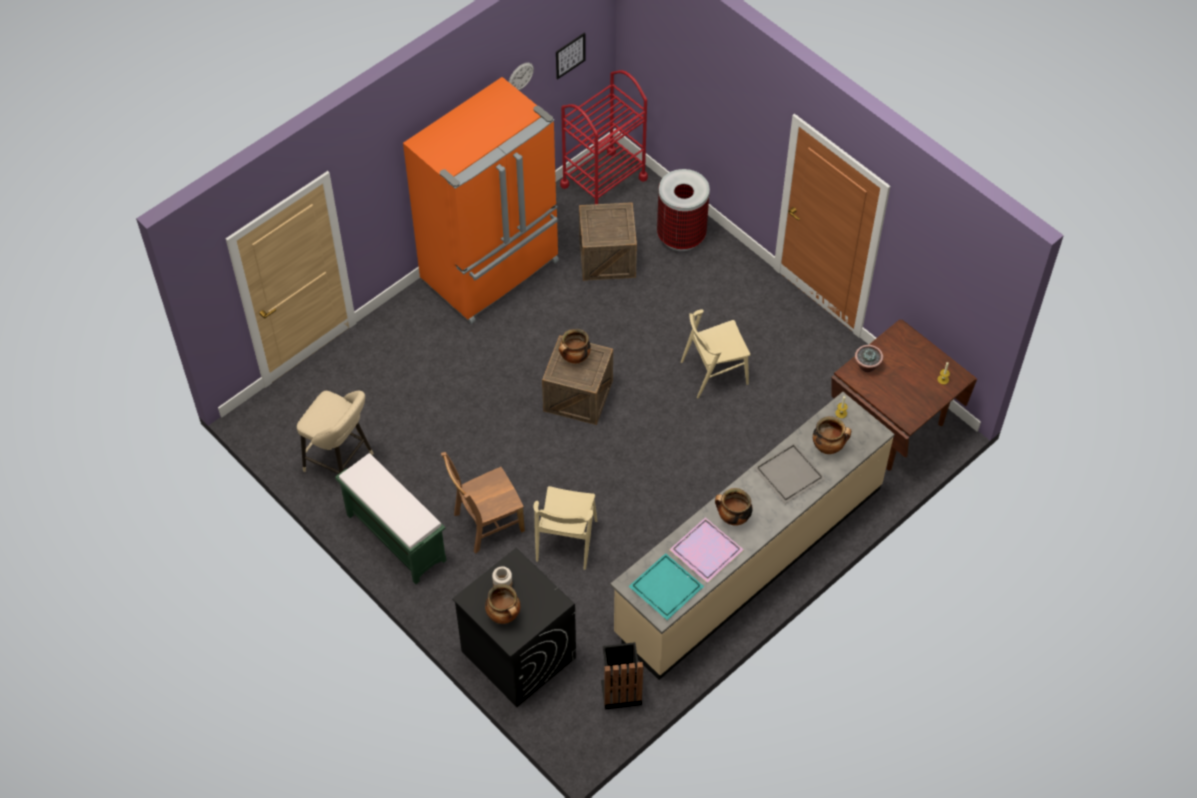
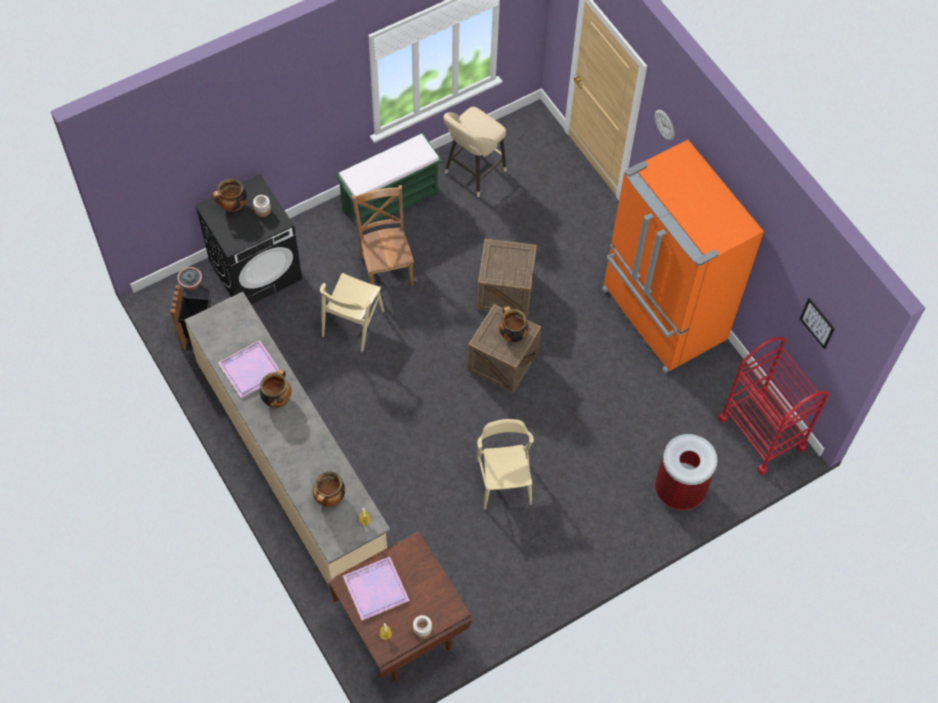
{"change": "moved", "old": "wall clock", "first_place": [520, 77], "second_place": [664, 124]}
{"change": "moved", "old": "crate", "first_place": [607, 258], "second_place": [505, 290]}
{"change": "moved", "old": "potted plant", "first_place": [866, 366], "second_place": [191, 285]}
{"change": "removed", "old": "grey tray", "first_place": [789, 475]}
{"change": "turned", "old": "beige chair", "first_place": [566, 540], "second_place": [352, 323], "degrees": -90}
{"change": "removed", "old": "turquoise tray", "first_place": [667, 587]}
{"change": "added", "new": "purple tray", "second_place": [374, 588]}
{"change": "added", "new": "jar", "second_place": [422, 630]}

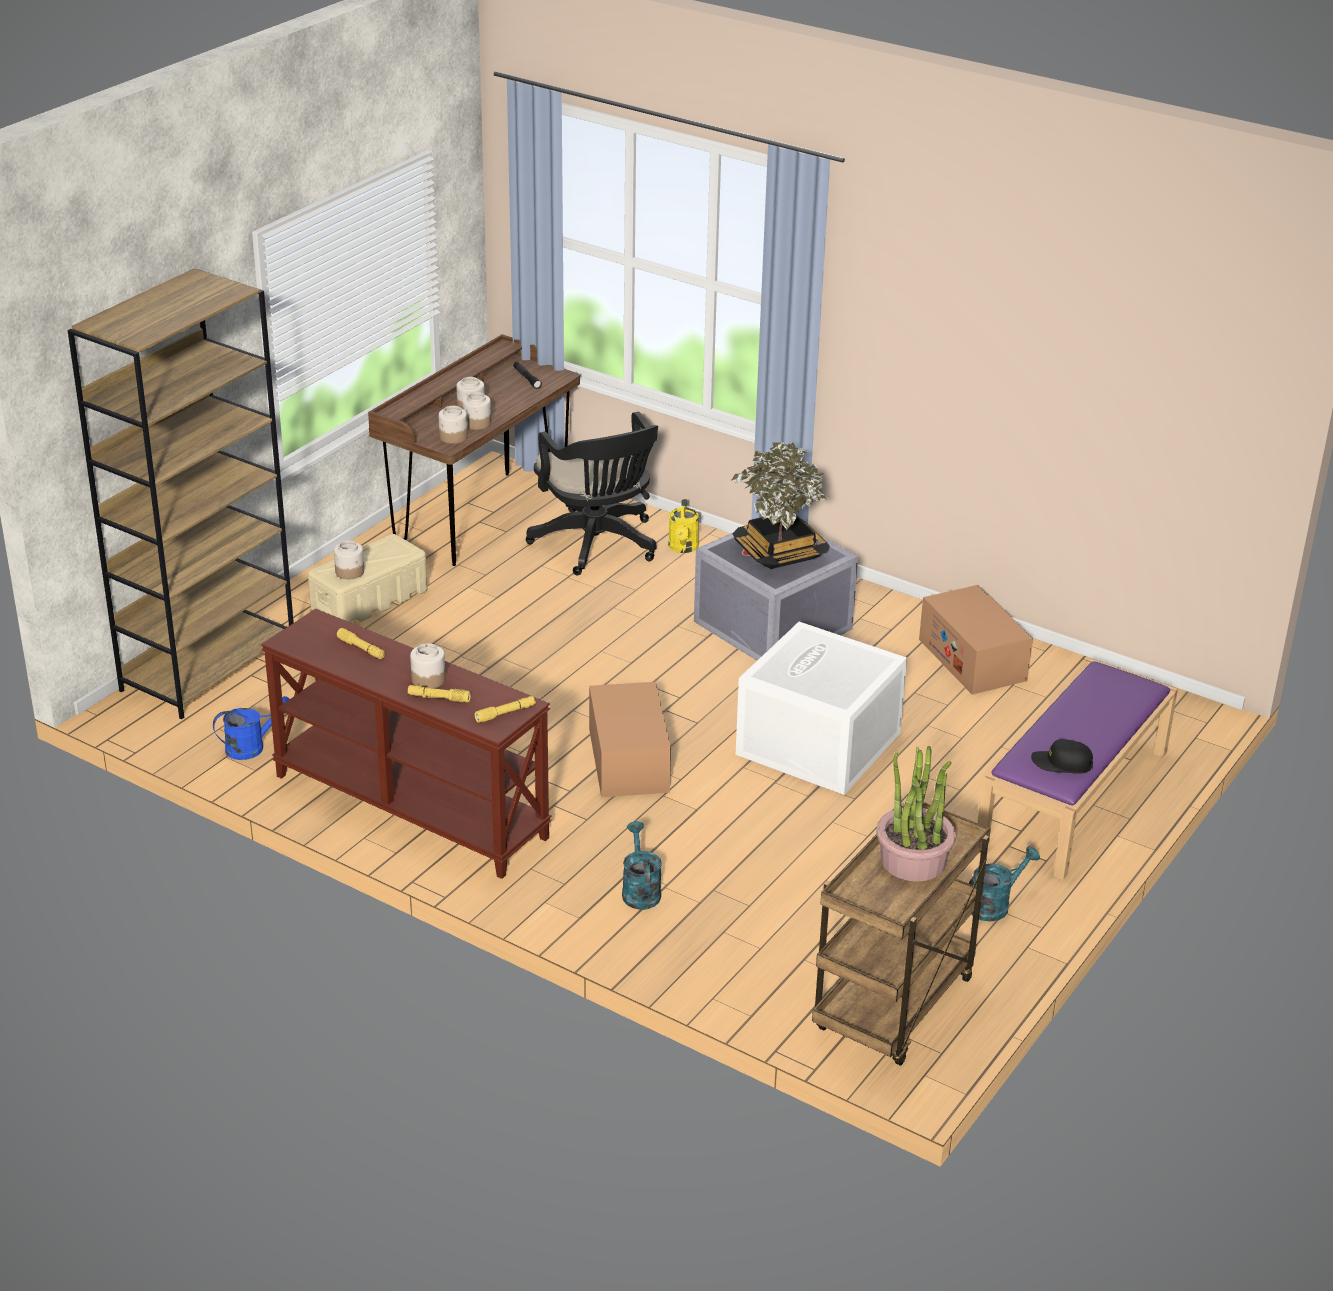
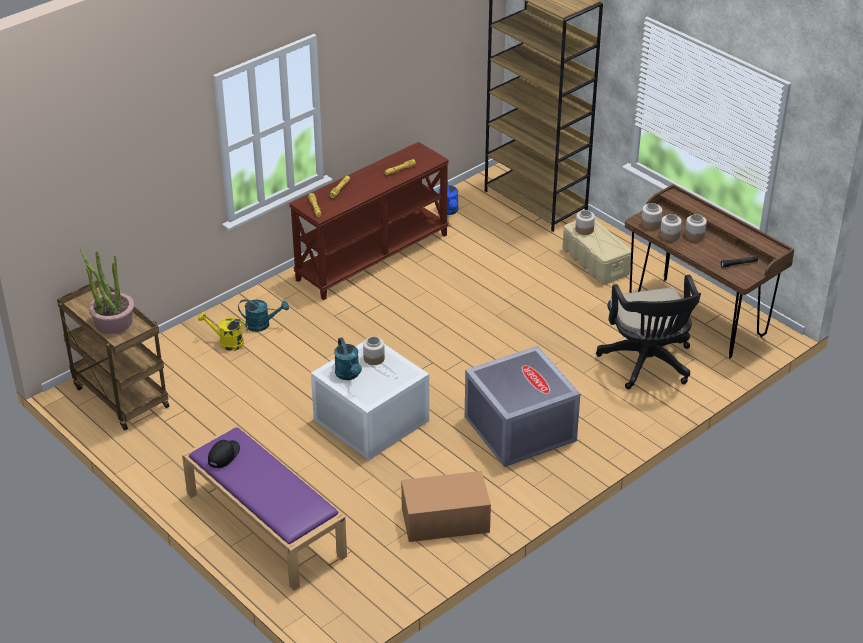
{"change": "turned", "old": "black office chair", "first_place": [598, 546], "second_place": [648, 364], "degrees": -90}
{"change": "removed", "old": "potted plant", "first_place": [779, 553]}
{"change": "moved", "old": "yellow watering can", "first_place": [683, 548], "second_place": [227, 342]}
{"change": "moved", "old": "jar", "first_place": [428, 679], "second_place": [374, 358]}
{"change": "removed", "old": "cardboard box", "first_place": [628, 760]}
{"change": "moved", "old": "turquoise watering can", "first_place": [994, 905], "second_place": [349, 375]}

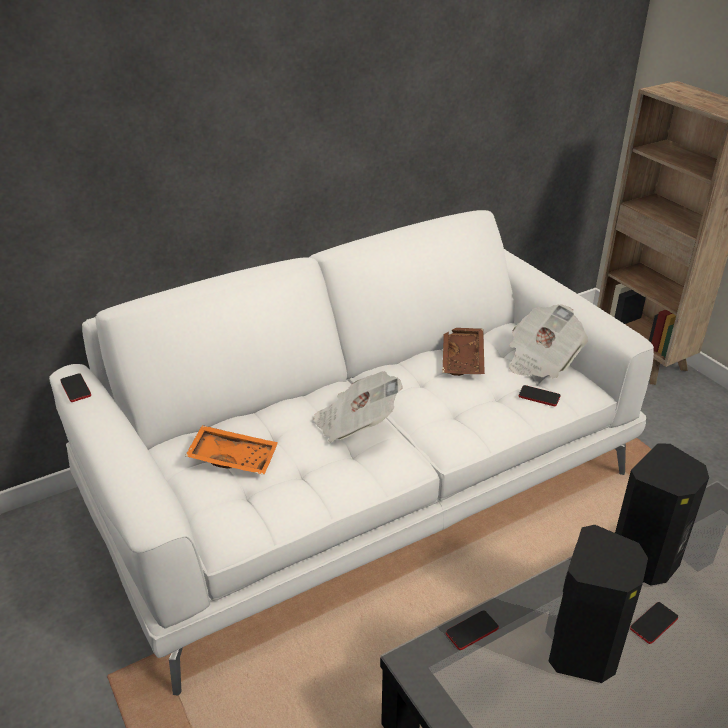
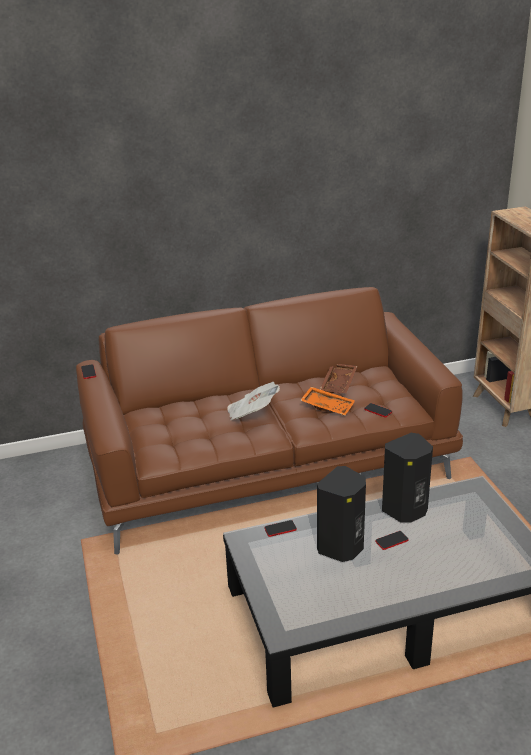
{"change": "recoloured", "old": "white sofa", "new": "brown sofa", "first_place": [364, 482], "second_place": [268, 462]}
{"change": "removed", "old": "newspaper", "first_place": [541, 359]}
{"change": "moved", "old": "orange tray", "first_place": [234, 457], "second_place": [328, 406]}

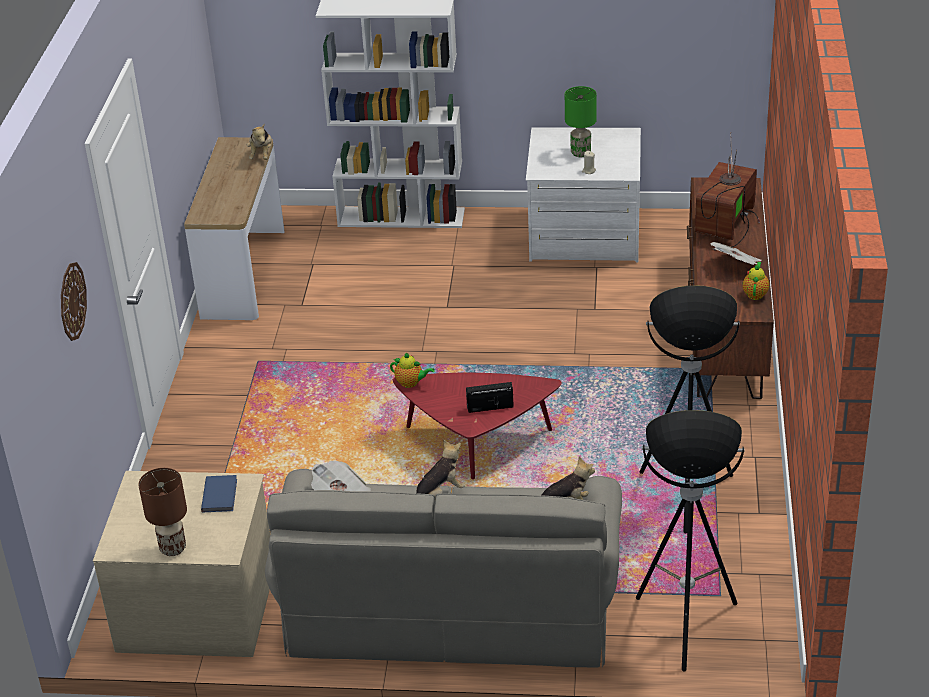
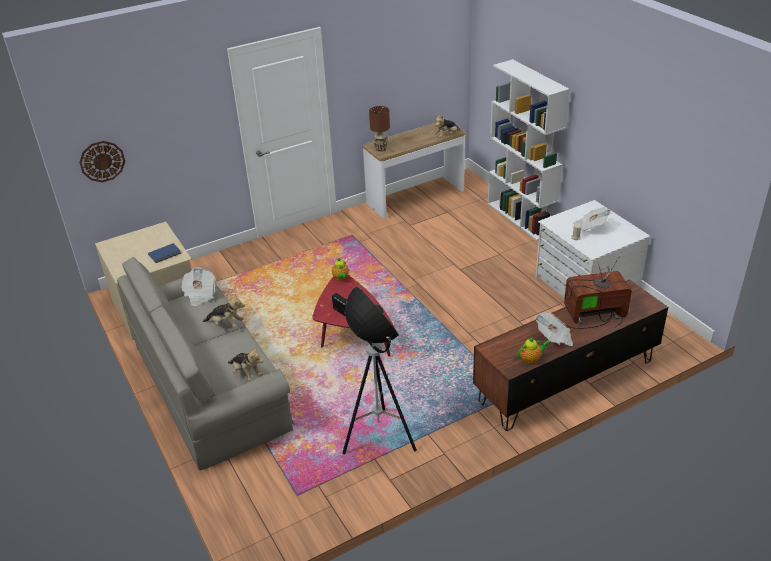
{"change": "replaced", "old": "green table lamp", "new": "newspaper", "first_place": [580, 153], "second_place": [590, 227]}
{"change": "moved", "old": "wall clock", "first_place": [72, 301], "second_place": [102, 161]}
{"change": "removed", "old": "floor lamp", "first_place": [685, 626]}
{"change": "moved", "old": "brown table lamp", "first_place": [172, 549], "second_place": [380, 149]}

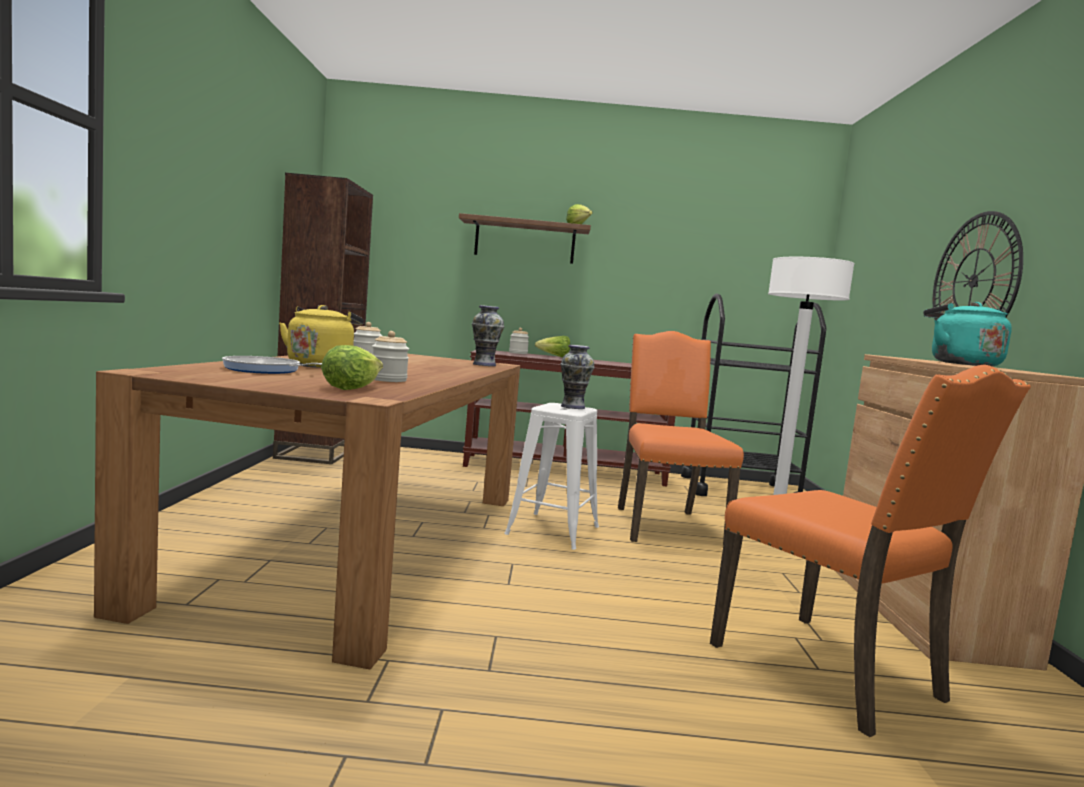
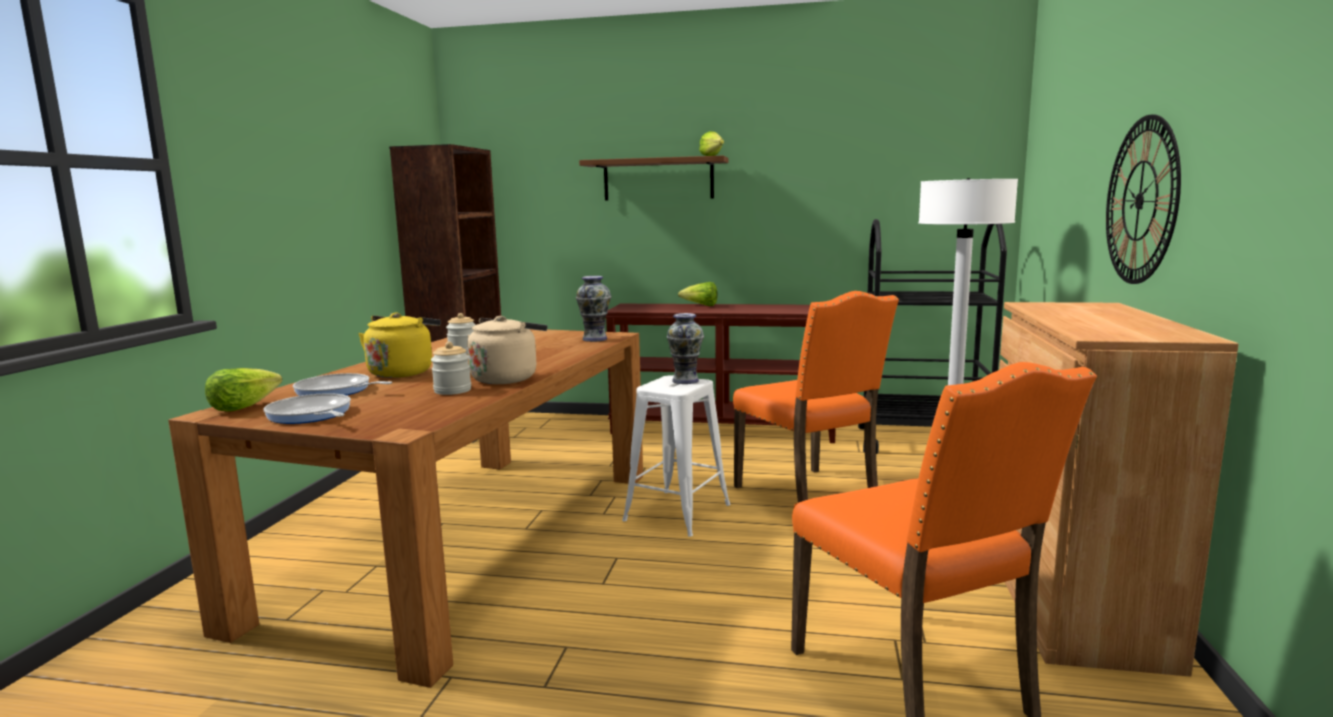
{"change": "removed", "old": "turquoise kettle", "first_place": [960, 364]}
{"change": "removed", "old": "jar", "first_place": [518, 353]}
{"change": "turned", "old": "orange chair", "first_place": [665, 525], "second_place": [809, 497], "degrees": 150}
{"change": "moved", "old": "lettuce", "first_place": [351, 388], "second_place": [243, 406]}
{"change": "added", "new": "beige kettle", "second_place": [507, 378]}
{"change": "added", "new": "frying pan", "second_place": [310, 415]}

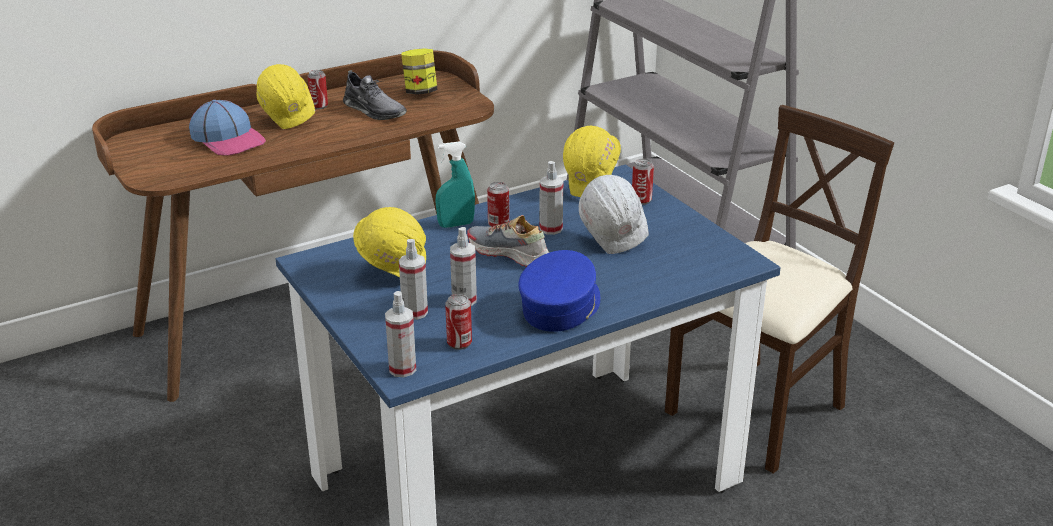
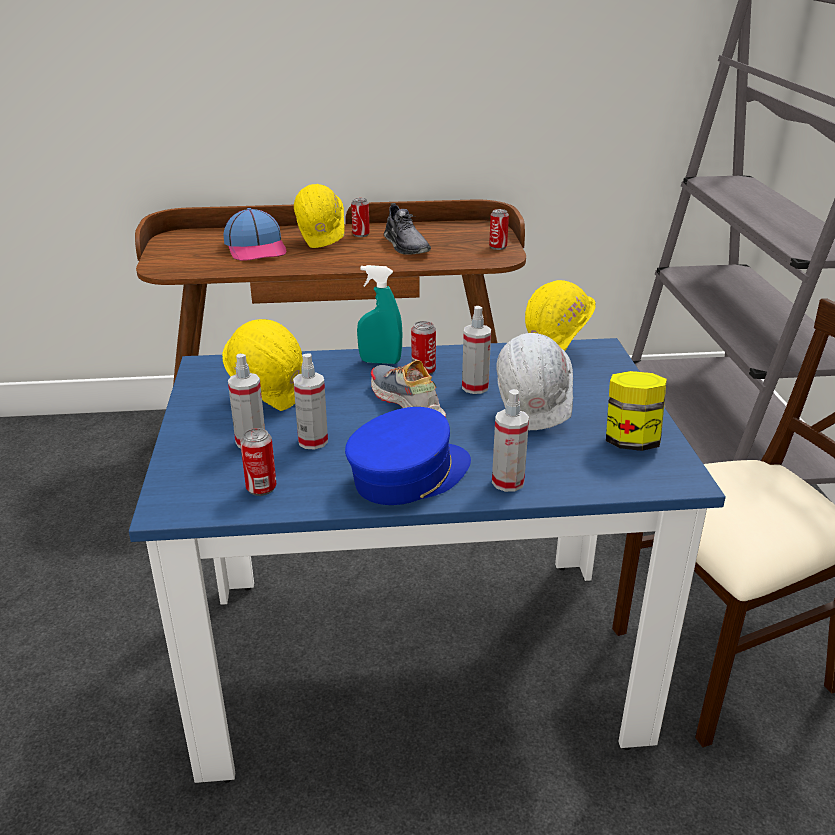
{"change": "moved", "old": "jar", "first_place": [420, 92], "second_place": [631, 442]}
{"change": "moved", "old": "can", "first_place": [641, 200], "second_place": [498, 247]}
{"change": "moved", "old": "spray bottle", "first_place": [402, 369], "second_place": [508, 482]}

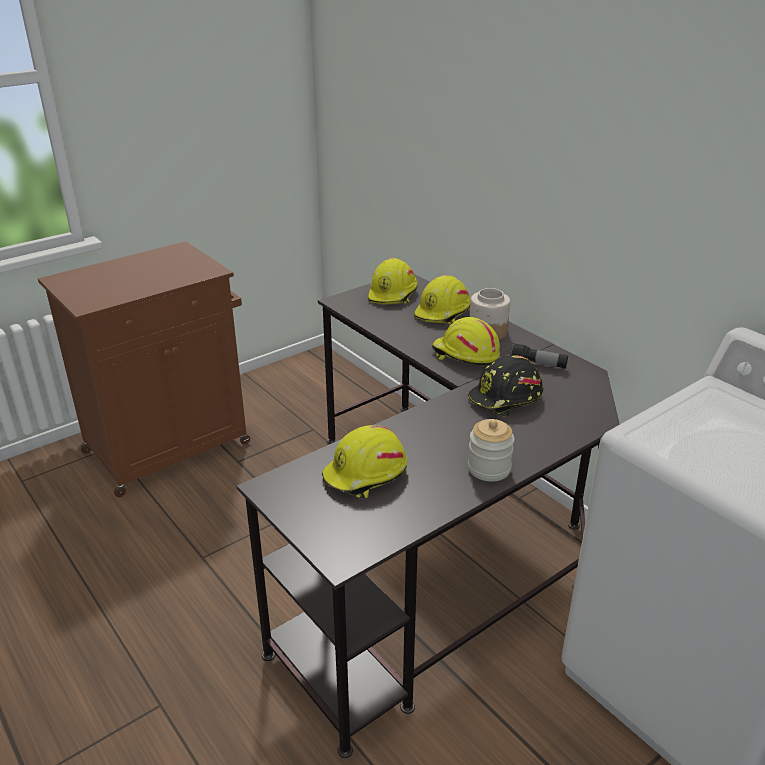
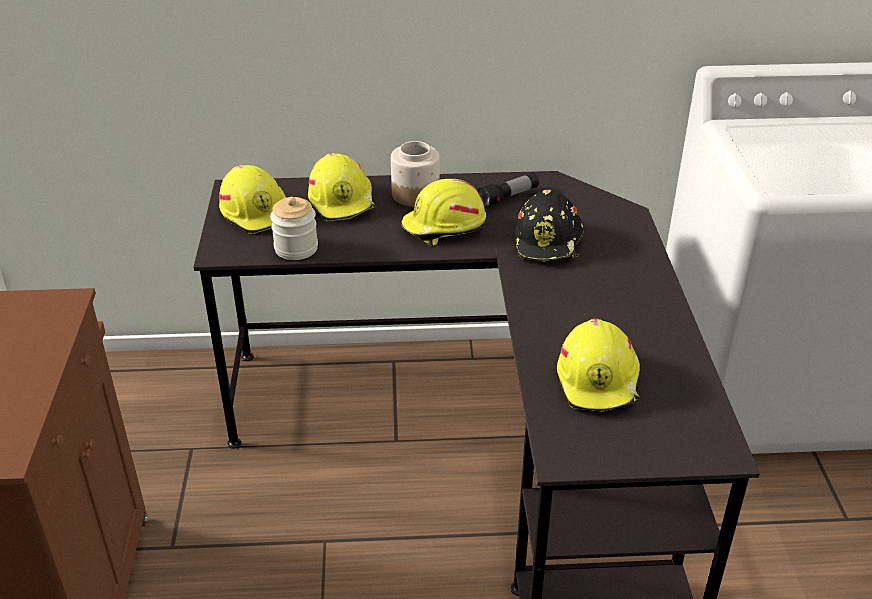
{"change": "moved", "old": "jar", "first_place": [489, 469], "second_place": [296, 248]}

